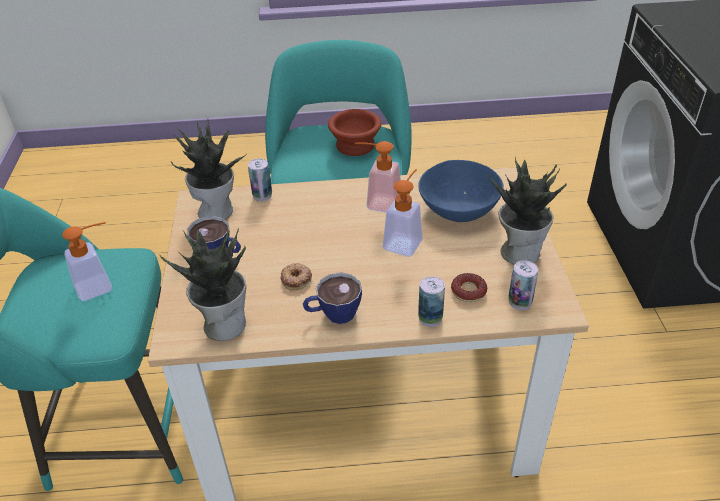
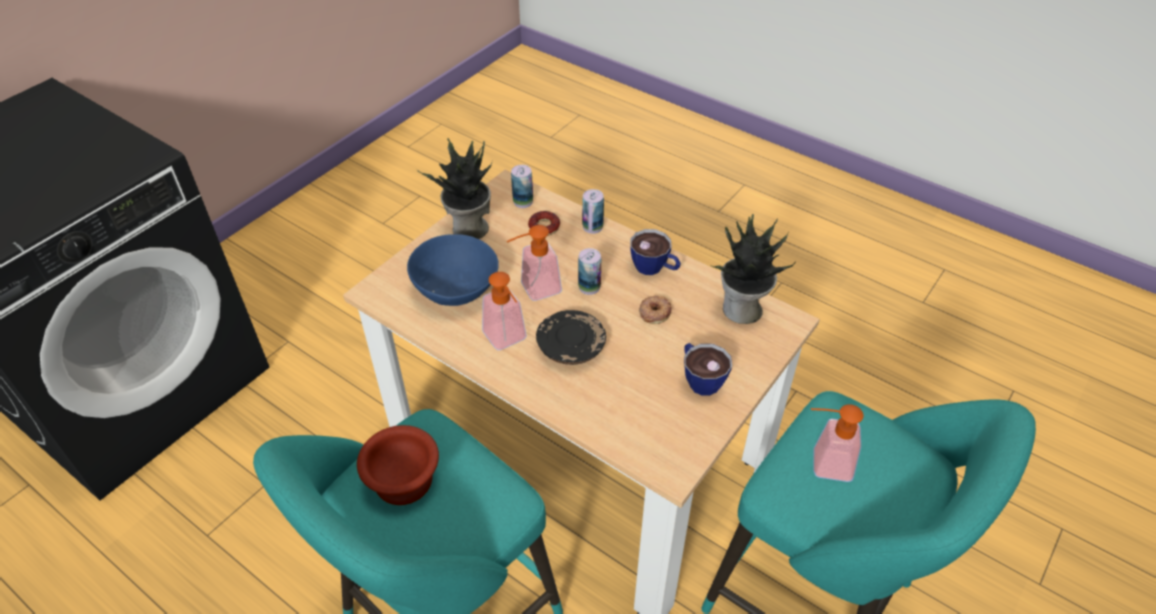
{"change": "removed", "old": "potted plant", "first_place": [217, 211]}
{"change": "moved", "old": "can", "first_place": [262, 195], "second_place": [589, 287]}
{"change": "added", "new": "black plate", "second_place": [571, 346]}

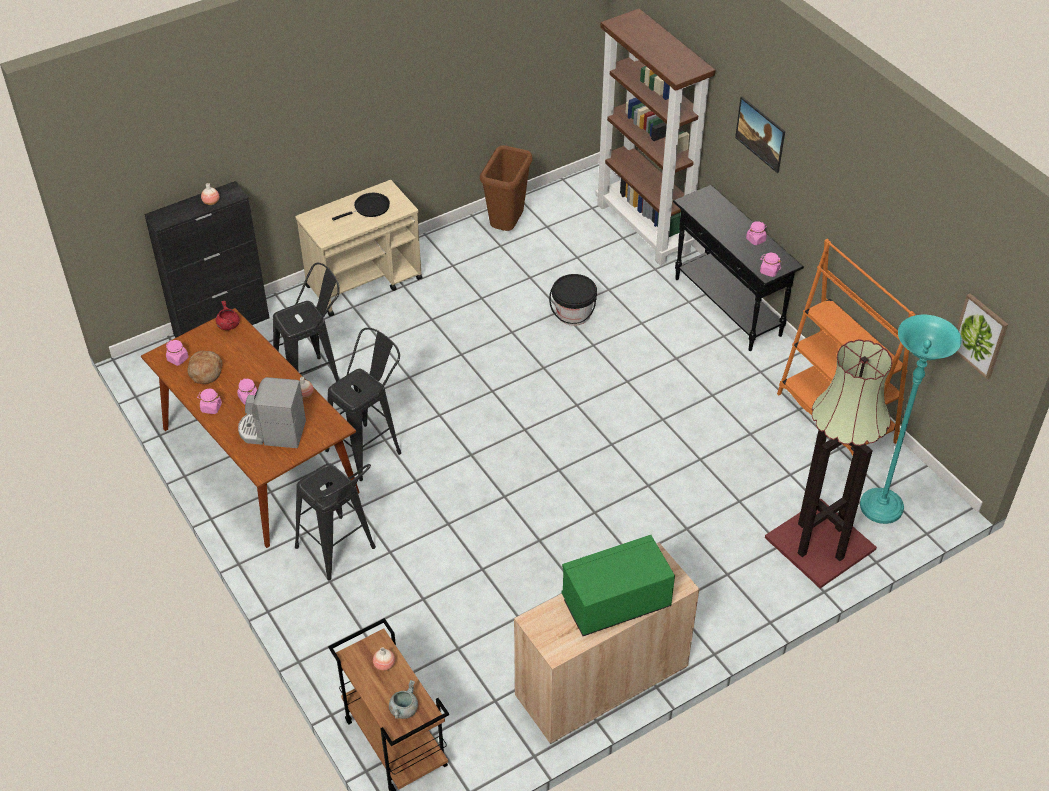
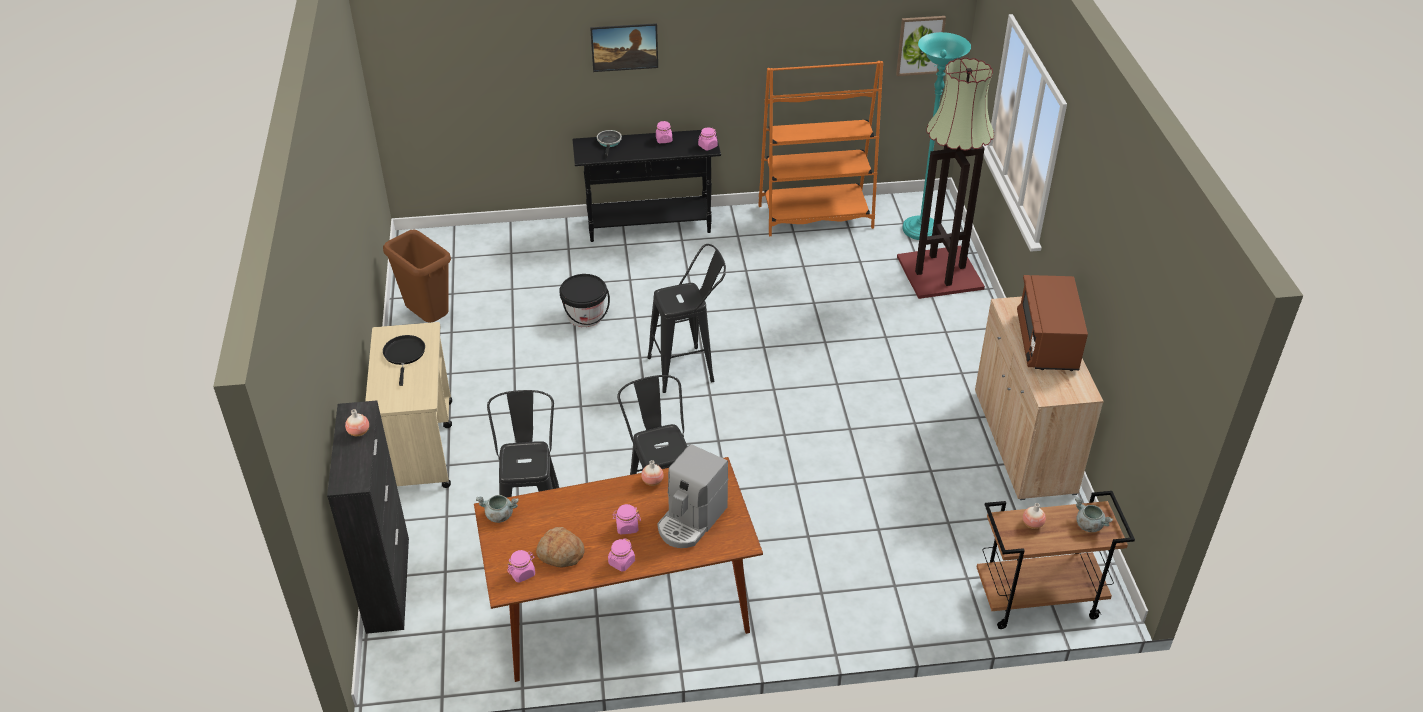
{"change": "removed", "old": "brown bookcase", "first_place": [644, 228]}
{"change": "recoloured", "old": "red cooking pot", "new": "grey cooking pot", "first_place": [228, 325], "second_place": [499, 515]}
{"change": "moved", "old": "black stool", "first_place": [340, 553], "second_place": [688, 368]}
{"change": "recoloured", "old": "green microwave", "new": "brown microwave", "first_place": [615, 603], "second_place": [1046, 343]}
{"change": "added", "new": "frying pan", "second_place": [609, 143]}

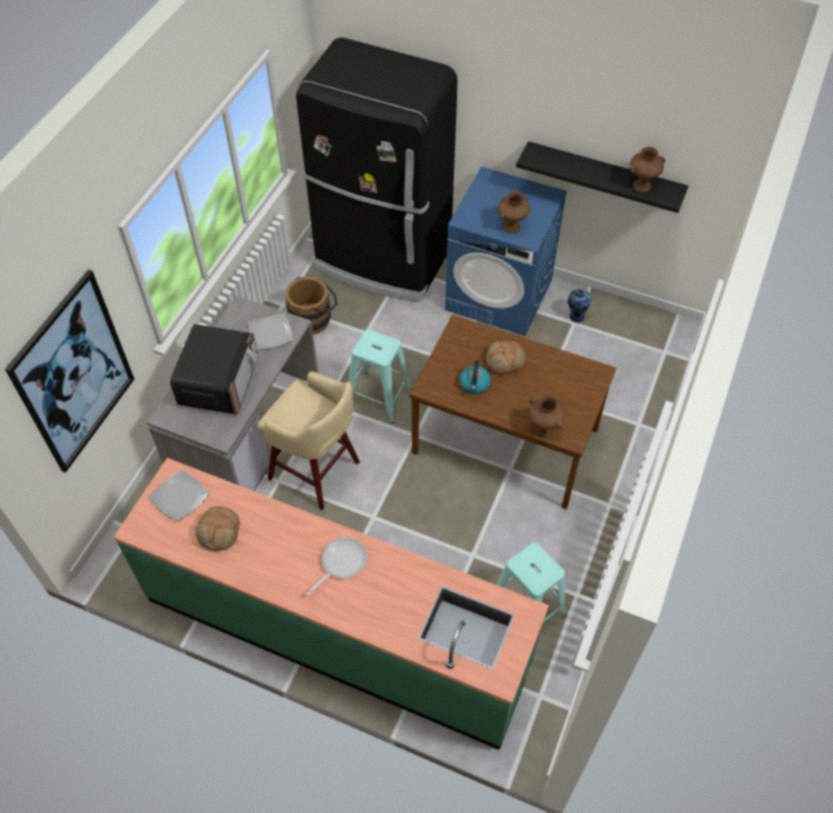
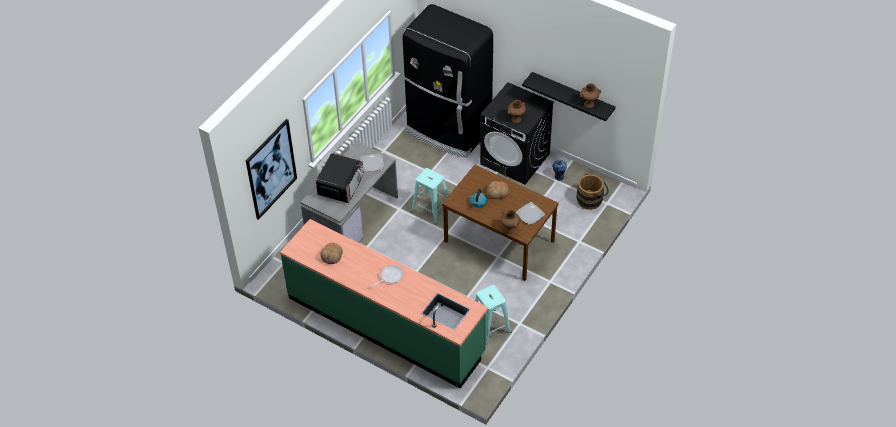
{"change": "recoloured", "old": "blue washing machine", "new": "black washing machine", "first_place": [499, 295], "second_place": [515, 159]}
{"change": "moved", "old": "brown bucket", "first_place": [314, 318], "second_place": [591, 199]}
{"change": "removed", "old": "beige stool", "first_place": [316, 472]}
{"change": "moved", "old": "plate", "first_place": [179, 497], "second_place": [530, 214]}

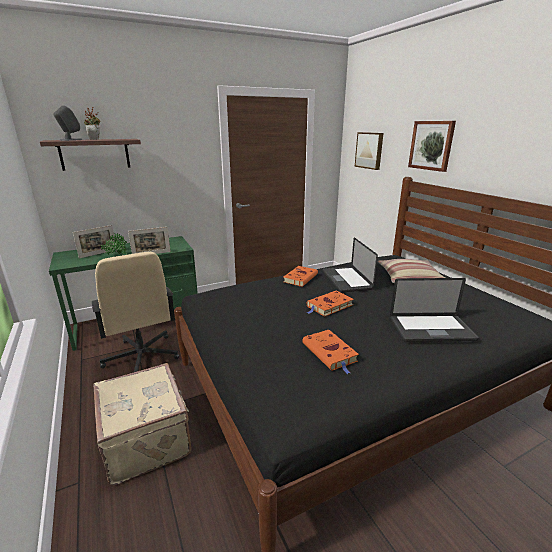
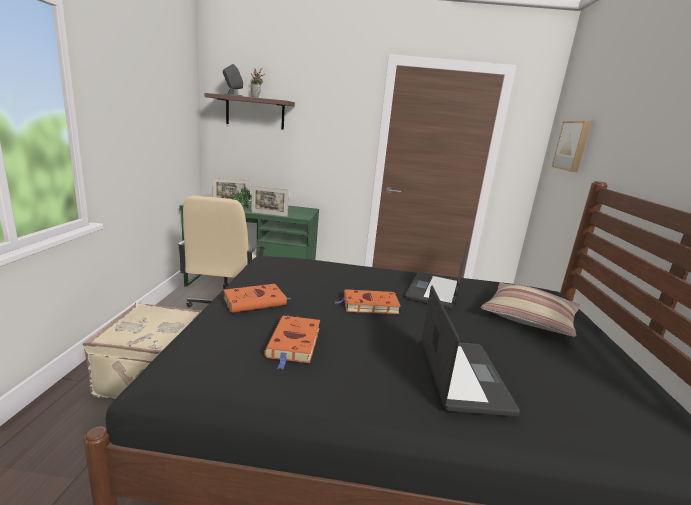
{"change": "removed", "old": "picture", "first_place": [431, 145]}
{"change": "moved", "old": "orange book", "first_place": [301, 278], "second_place": [256, 301]}
{"change": "turned", "old": "laptop", "first_place": [431, 329], "second_place": [463, 376], "degrees": -120}

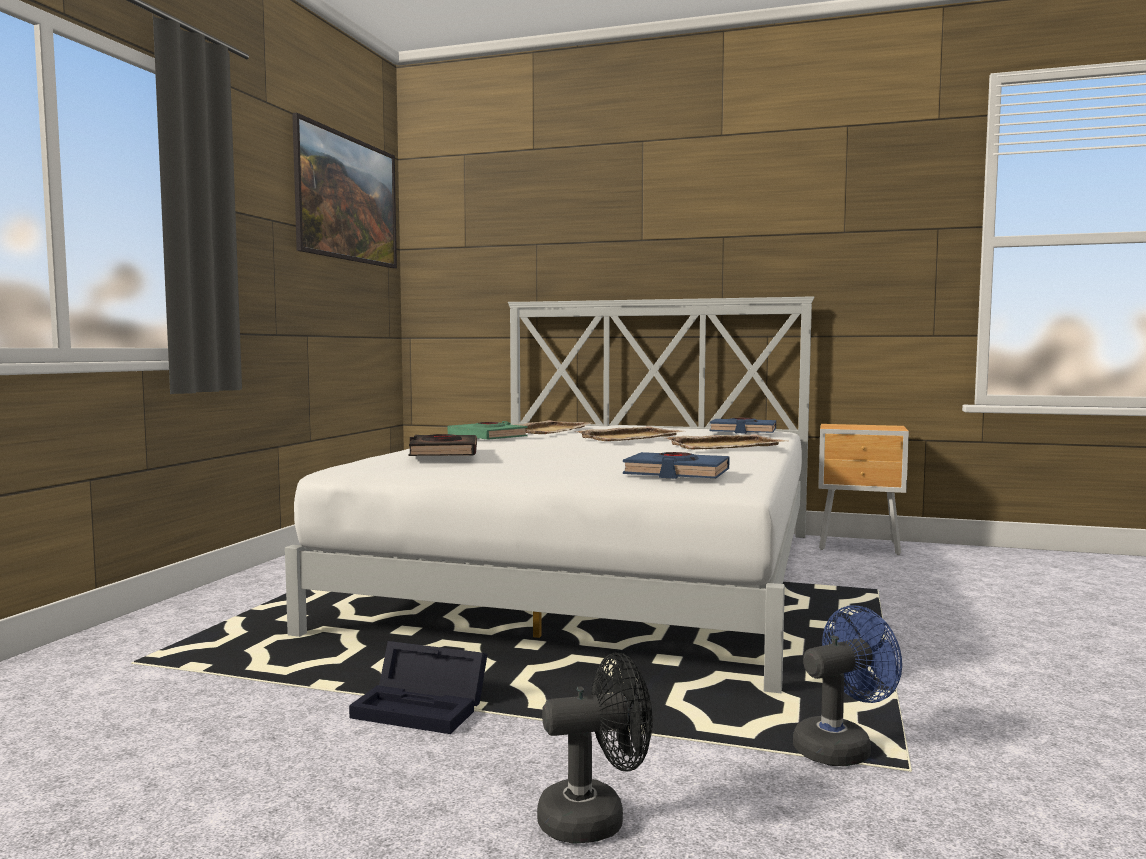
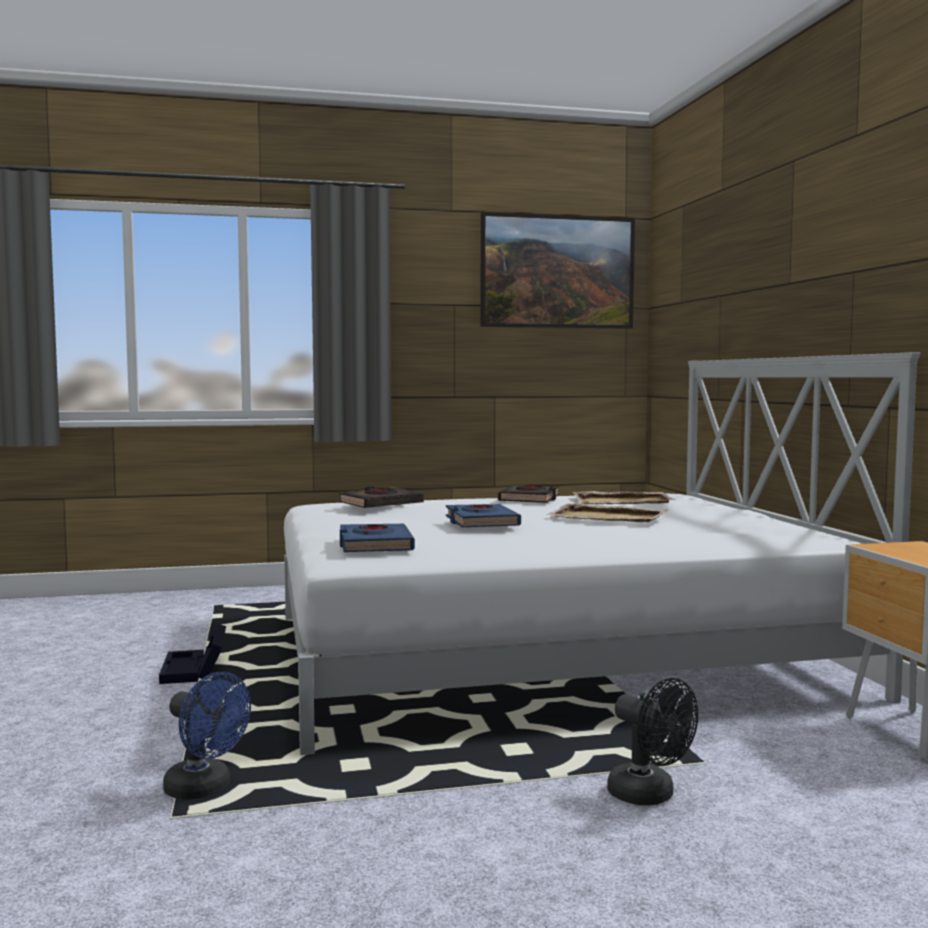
{"change": "moved", "old": "blue book", "first_place": [743, 431], "second_place": [481, 522]}
{"change": "recoloured", "old": "green book", "new": "black book", "first_place": [487, 437], "second_place": [529, 499]}
{"change": "removed", "old": "beige tray", "first_place": [726, 446]}
{"change": "moved", "old": "black fan", "first_place": [595, 818], "second_place": [650, 796]}

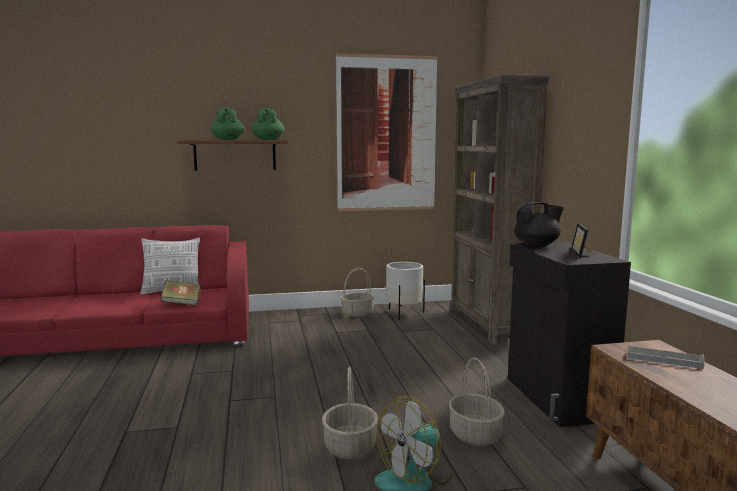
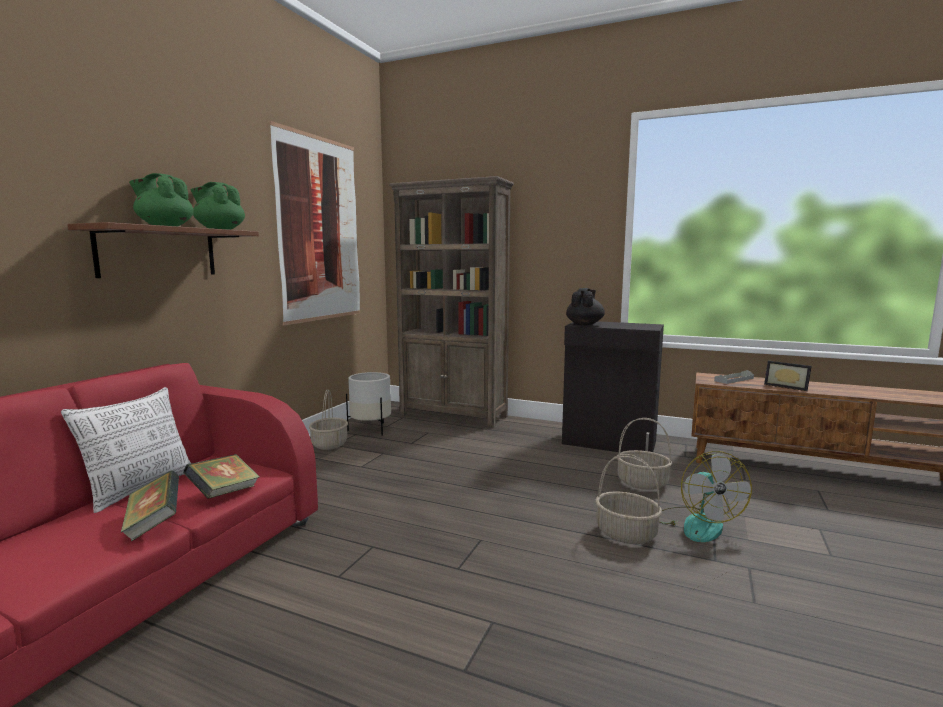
{"change": "moved", "old": "picture frame", "first_place": [583, 254], "second_place": [787, 386]}
{"change": "added", "new": "book", "second_place": [154, 524]}

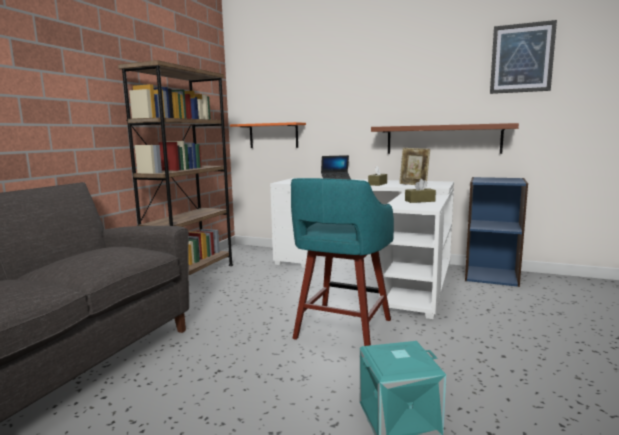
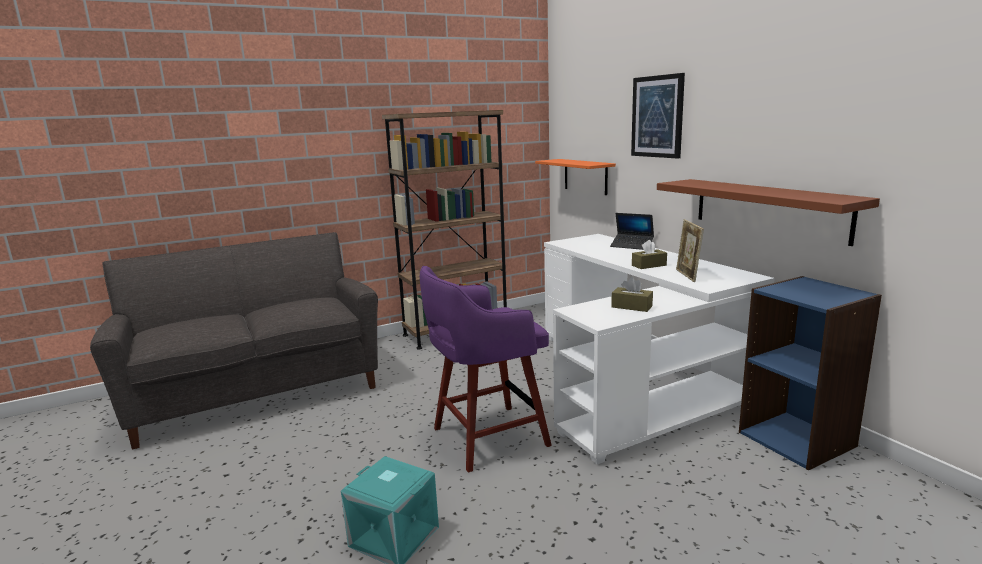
{"change": "moved", "old": "picture", "first_place": [521, 58], "second_place": [657, 116]}
{"change": "recoloured", "old": "turquoise stool", "new": "purple stool", "first_place": [342, 330], "second_place": [486, 438]}

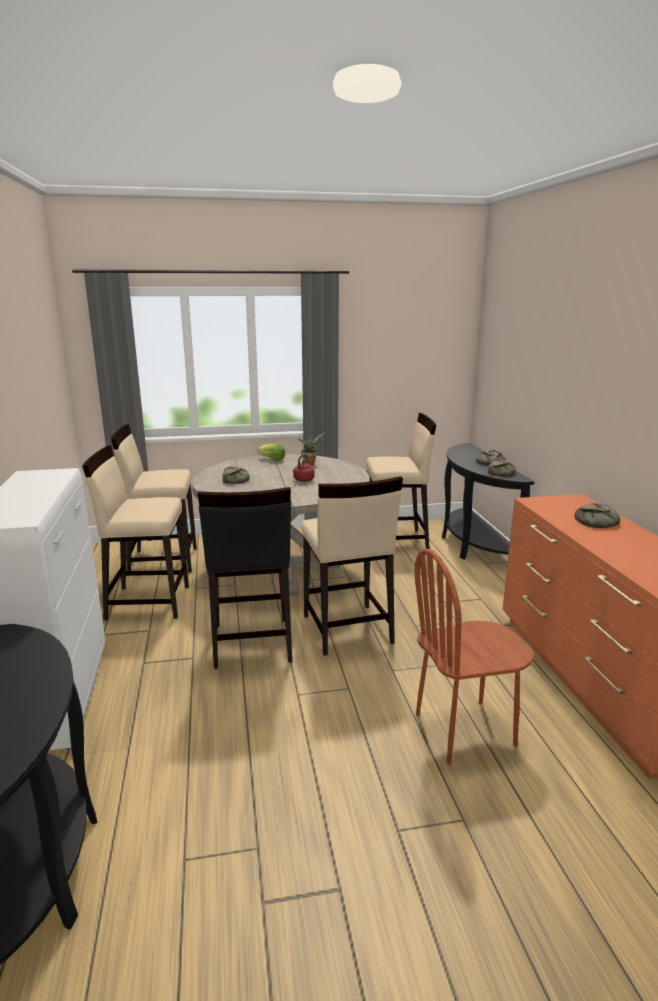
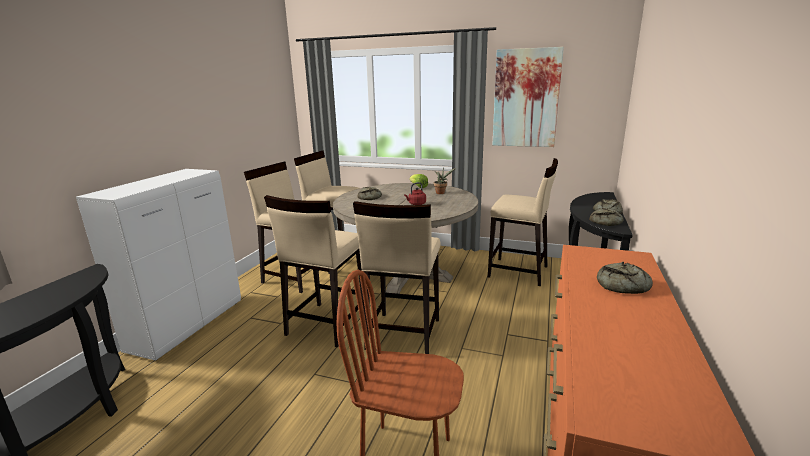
{"change": "recoloured", "old": "black stool", "new": "beige stool", "first_place": [251, 643], "second_place": [326, 324]}
{"change": "added", "new": "picture", "second_place": [526, 98]}

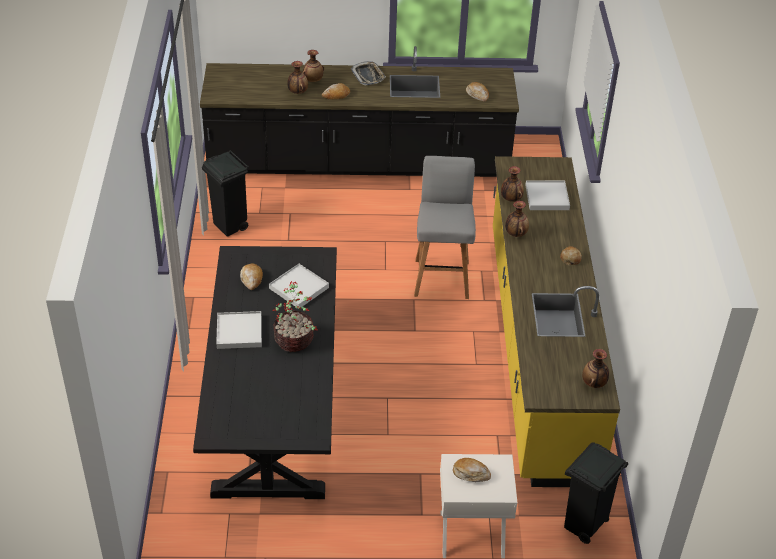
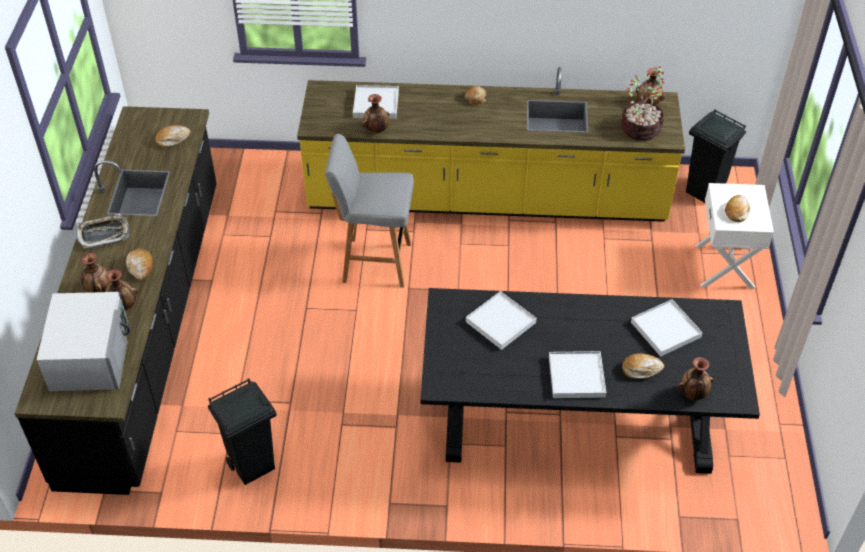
{"change": "moved", "old": "vase", "first_place": [515, 234], "second_place": [693, 394]}
{"change": "moved", "old": "bread", "first_place": [251, 279], "second_place": [641, 369]}
{"change": "moved", "old": "potted plant", "first_place": [295, 340], "second_place": [641, 129]}
{"change": "added", "new": "white microwave", "second_place": [90, 356]}
{"change": "added", "new": "white tray", "second_place": [665, 330]}

